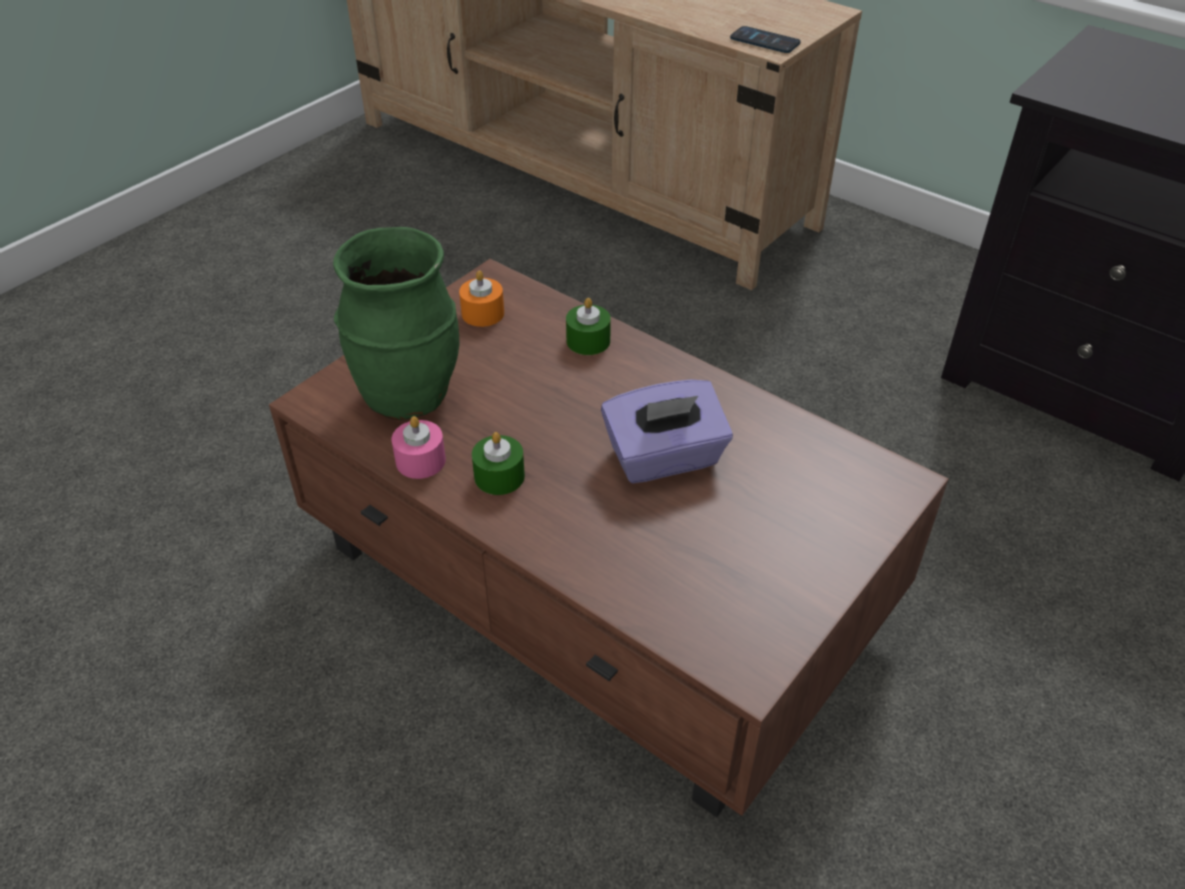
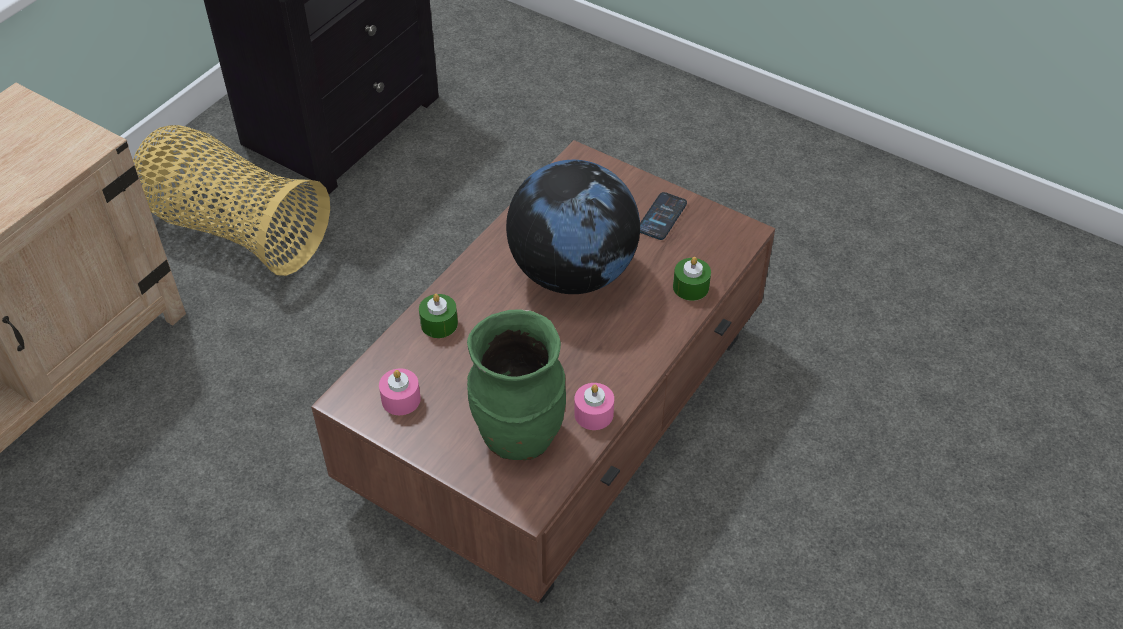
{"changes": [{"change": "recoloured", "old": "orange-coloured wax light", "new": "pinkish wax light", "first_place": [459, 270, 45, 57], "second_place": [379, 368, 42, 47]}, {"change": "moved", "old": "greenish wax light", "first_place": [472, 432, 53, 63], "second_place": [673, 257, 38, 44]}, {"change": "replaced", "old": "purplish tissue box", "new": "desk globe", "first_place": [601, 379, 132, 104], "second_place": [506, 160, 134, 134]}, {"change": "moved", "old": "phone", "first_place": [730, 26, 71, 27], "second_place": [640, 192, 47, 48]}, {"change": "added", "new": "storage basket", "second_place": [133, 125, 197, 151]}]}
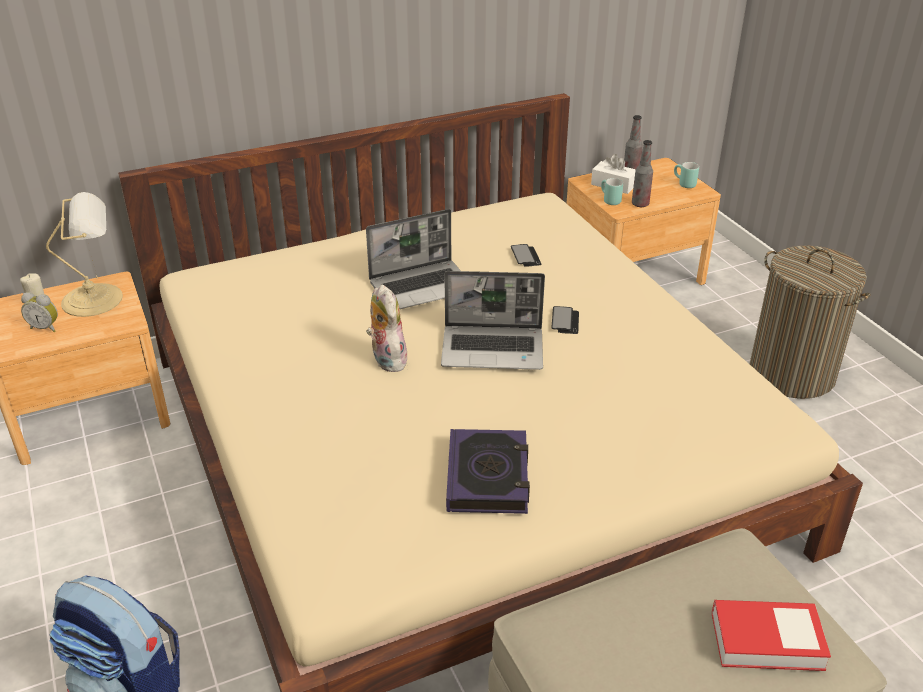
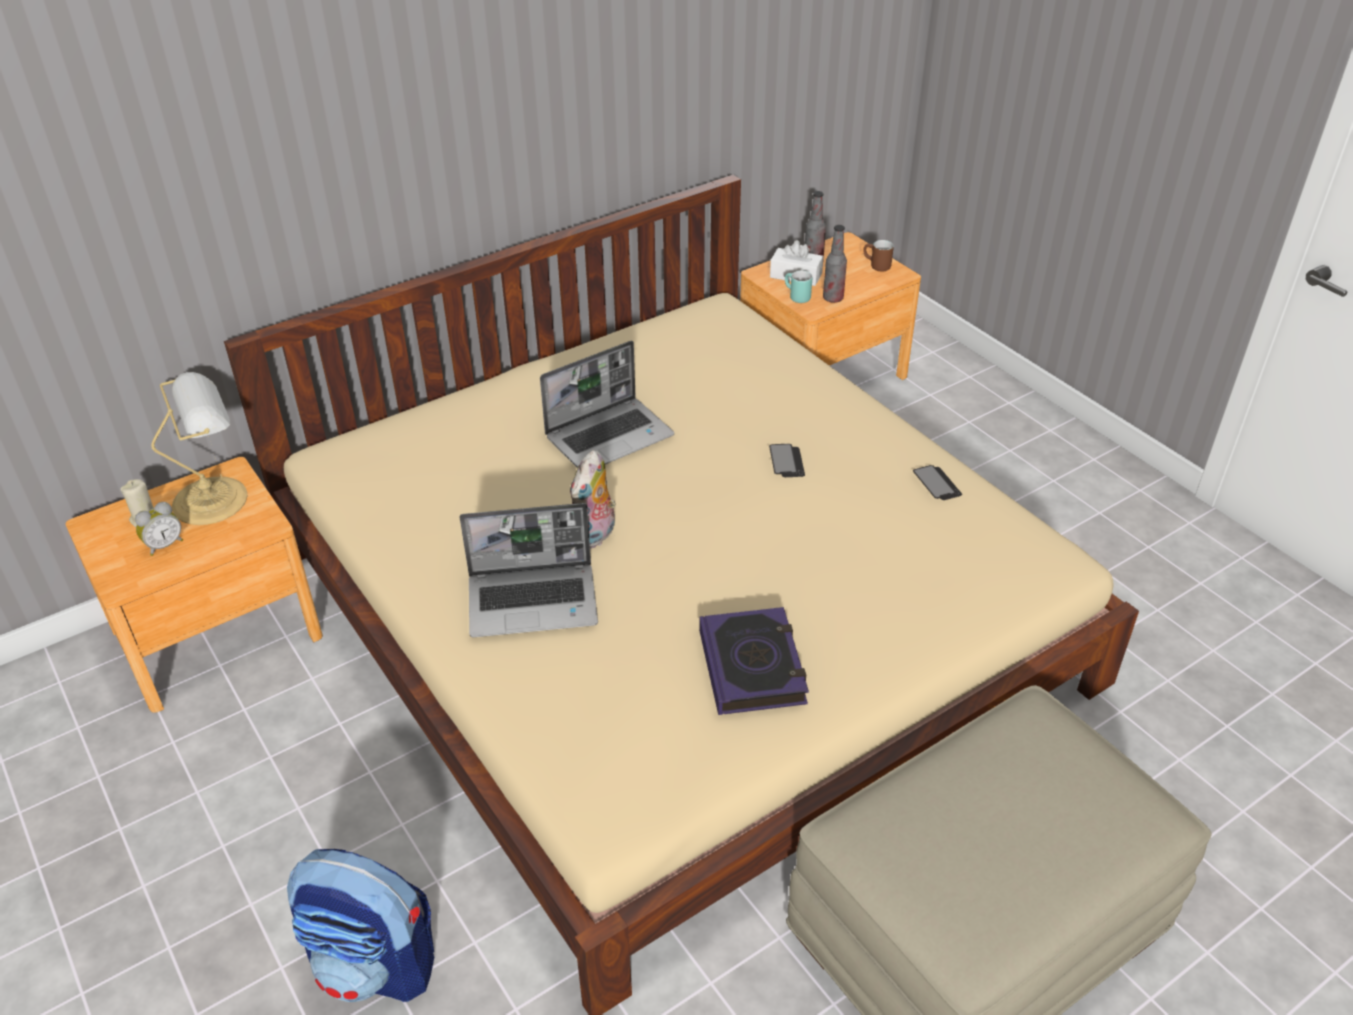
{"changes": [{"change": "turned", "old": "table clock", "first_place": [21, 292, 37, 40], "second_place": [135, 502, 48, 54], "degrees": -45}, {"change": "turned", "old": "plush toy", "first_place": [366, 284, 41, 88], "second_place": [570, 450, 46, 99], "degrees": -120}, {"change": "moved", "old": "portable computer", "first_place": [441, 271, 104, 99], "second_place": [460, 503, 138, 134]}, {"change": "moved", "old": "phone", "first_place": [511, 244, 31, 23], "second_place": [913, 465, 49, 35]}, {"change": "recoloured", "old": "blue-green tea mug", "new": "brown tea mug", "first_place": [674, 162, 25, 26], "second_place": [863, 240, 31, 32]}, {"change": "removed", "old": "book", "first_place": [712, 600, 119, 71]}, {"change": "removed", "old": "washing basket", "first_place": [750, 245, 121, 154]}]}
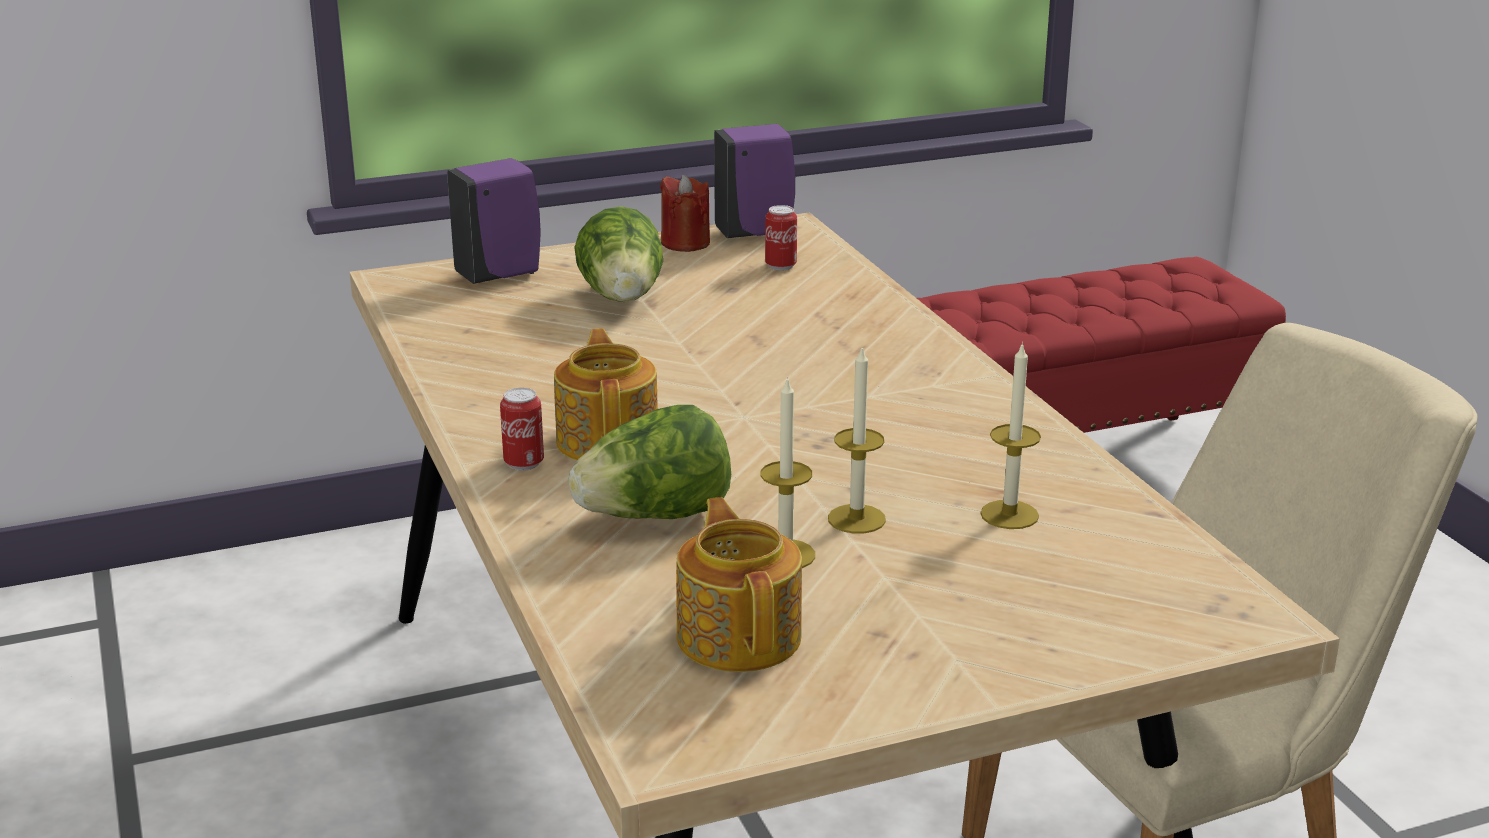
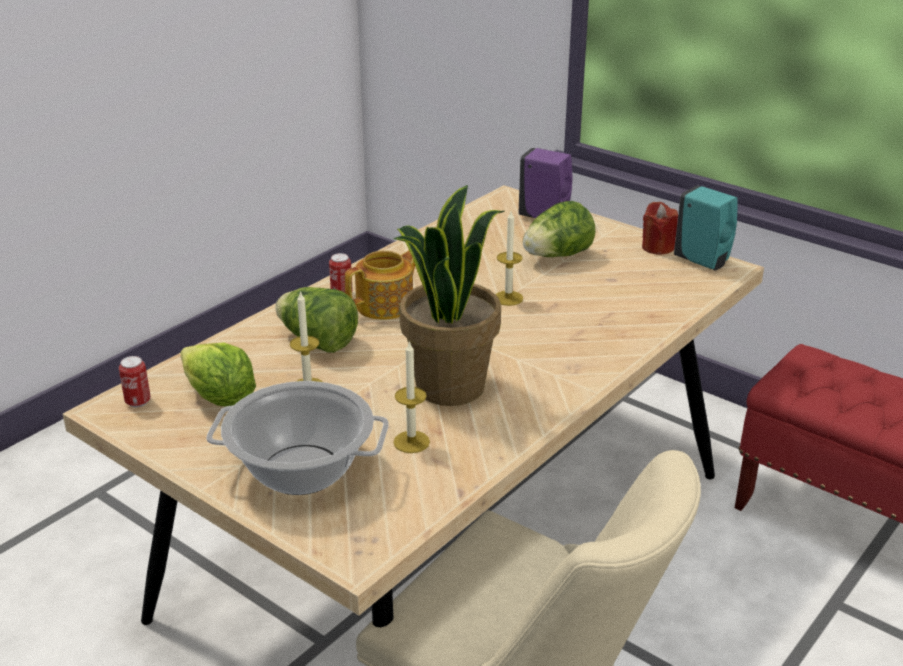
{"changes": [{"change": "replaced", "old": "pot for tea", "new": "lettuce", "first_place": [676, 497, 126, 175], "second_place": [180, 342, 76, 64]}, {"change": "recoloured", "old": "purplish soap dispenser", "new": "blue-green soap dispenser", "first_place": [714, 124, 81, 114], "second_place": [674, 185, 64, 86]}, {"change": "moved", "old": "metal can", "first_place": [765, 205, 32, 66], "second_place": [119, 356, 32, 51]}, {"change": "moved", "old": "wax light", "first_place": [828, 346, 58, 187], "second_place": [495, 211, 28, 95]}, {"change": "added", "new": "cooking pot", "second_place": [206, 381, 183, 114]}, {"change": "added", "new": "houseplant", "second_place": [393, 185, 112, 221]}]}
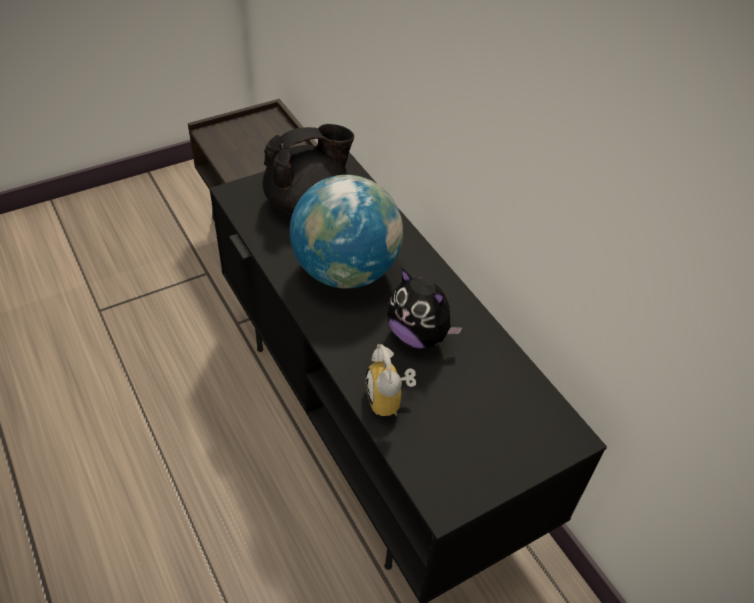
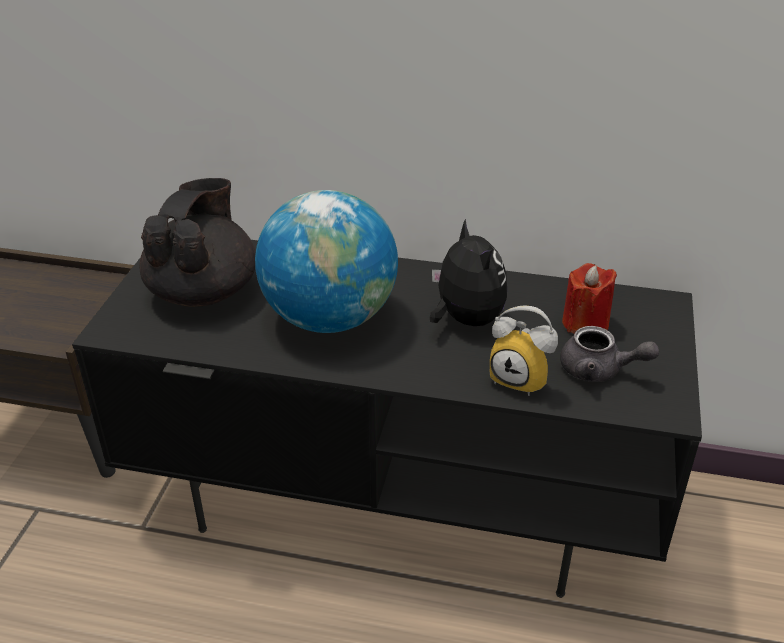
{"changes": [{"change": "turned", "old": "plush toy", "first_place": [387, 268, 76, 81], "second_place": [430, 218, 77, 108], "degrees": -105}, {"change": "added", "new": "grey pot for tea", "second_place": [560, 326, 99, 56]}, {"change": "added", "new": "red wax light", "second_place": [562, 263, 55, 70]}]}
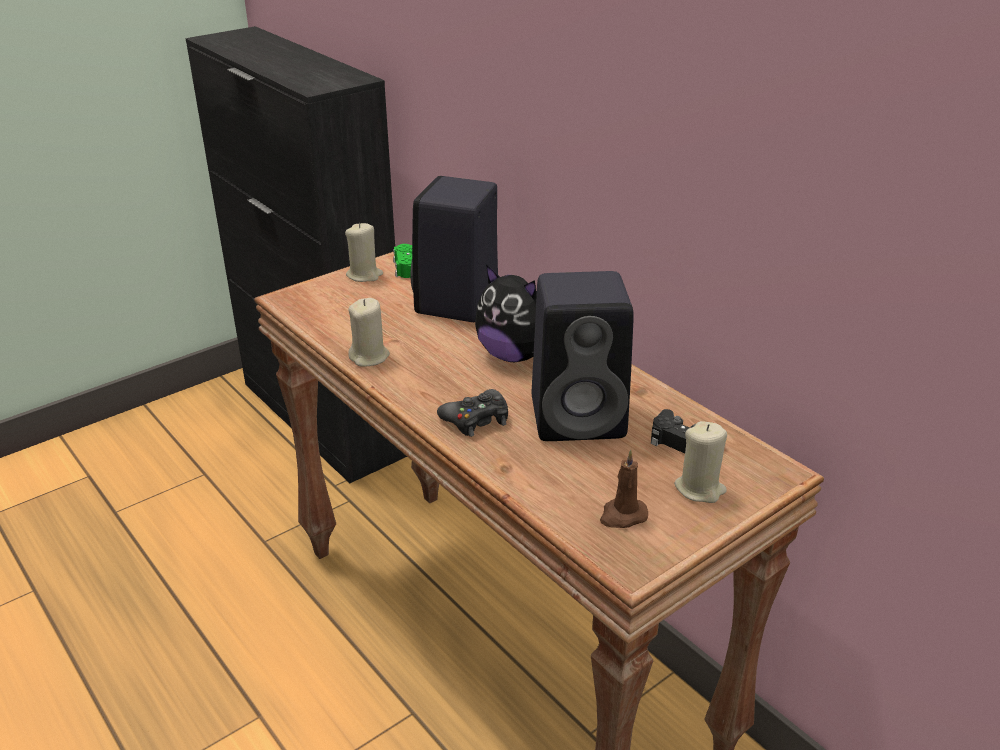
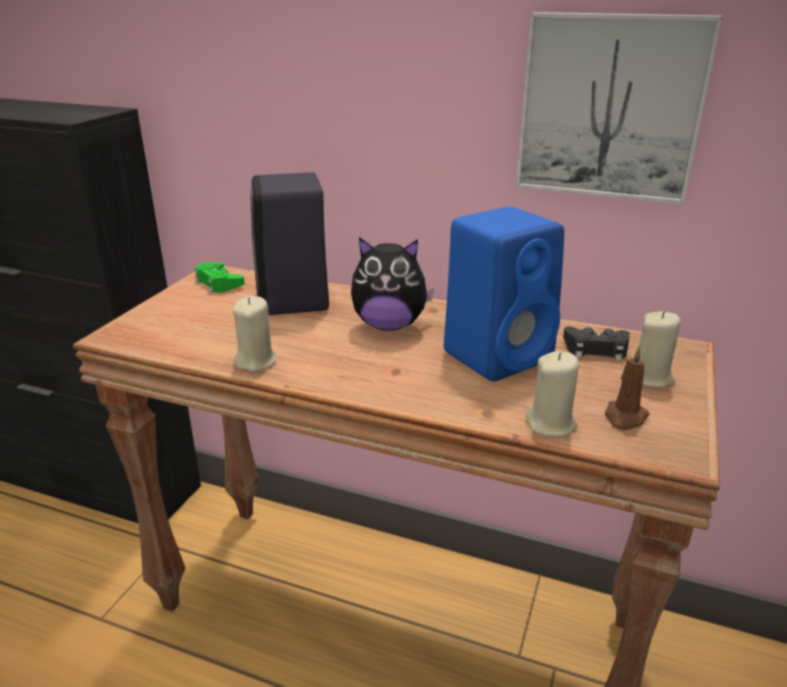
{"changes": [{"change": "moved", "old": "sand-coloured wax light", "first_place": [345, 223, 38, 59], "second_place": [526, 351, 53, 86]}, {"change": "removed", "old": "black gamepad", "first_place": [437, 389, 71, 48]}, {"change": "recoloured", "old": "black speaker", "new": "bluish speaker", "first_place": [532, 271, 102, 170], "second_place": [444, 206, 120, 176]}, {"change": "added", "new": "wall art", "second_place": [516, 12, 206, 192]}]}
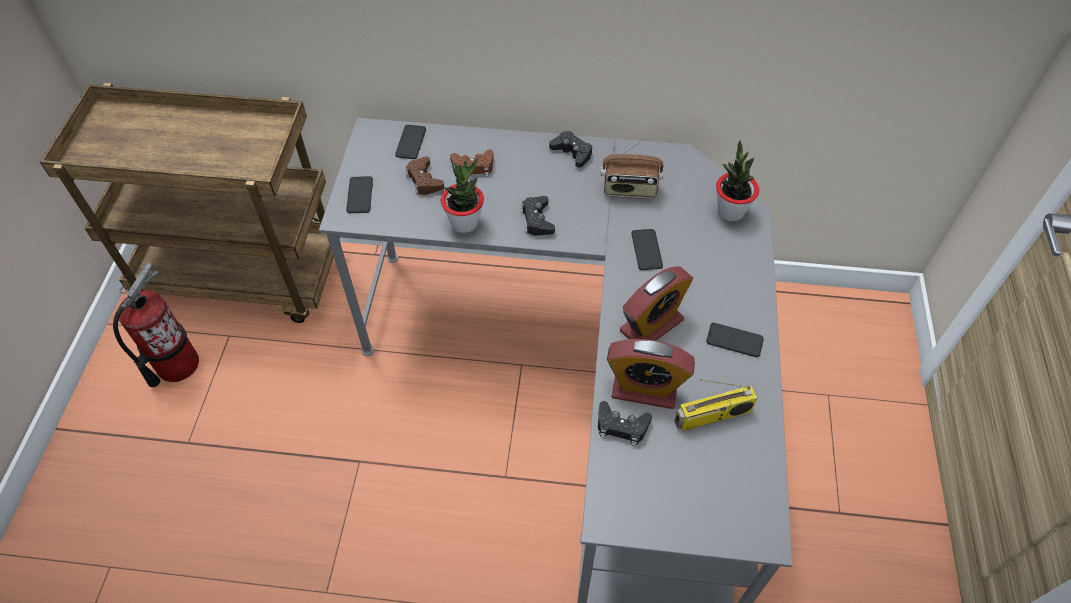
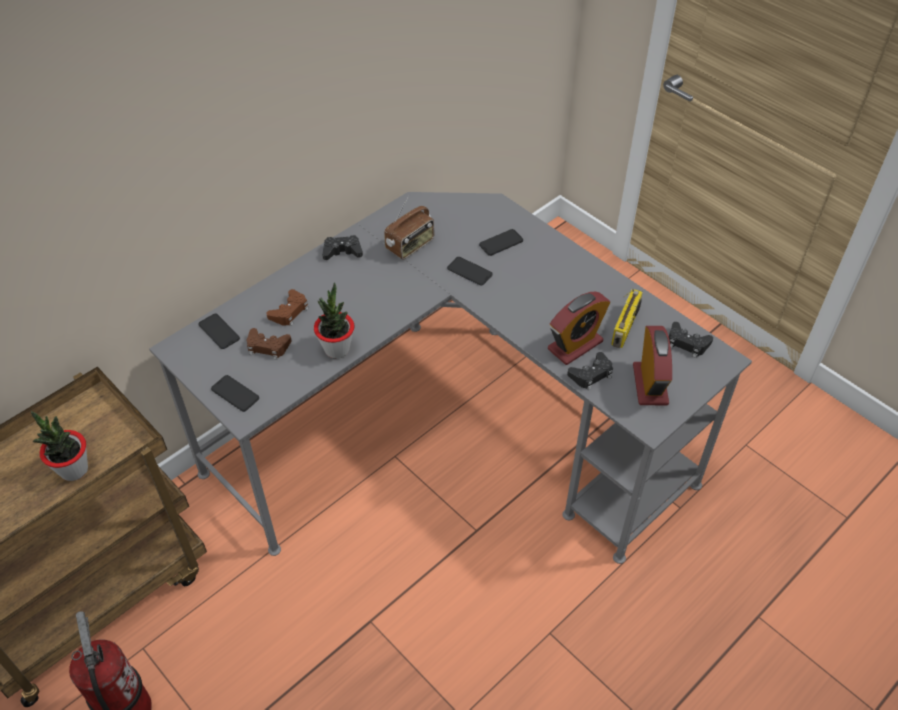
{"changes": [{"change": "moved", "old": "black gamepad", "first_place": [521, 196, 34, 40], "second_place": [669, 322, 44, 36]}, {"change": "moved", "old": "table clock", "first_place": [620, 266, 73, 75], "second_place": [633, 326, 39, 79]}, {"change": "moved", "old": "phone", "first_place": [706, 323, 58, 34], "second_place": [479, 229, 44, 27]}, {"change": "moved", "old": "houseplant", "first_place": [716, 140, 43, 81], "second_place": [31, 411, 57, 70]}]}
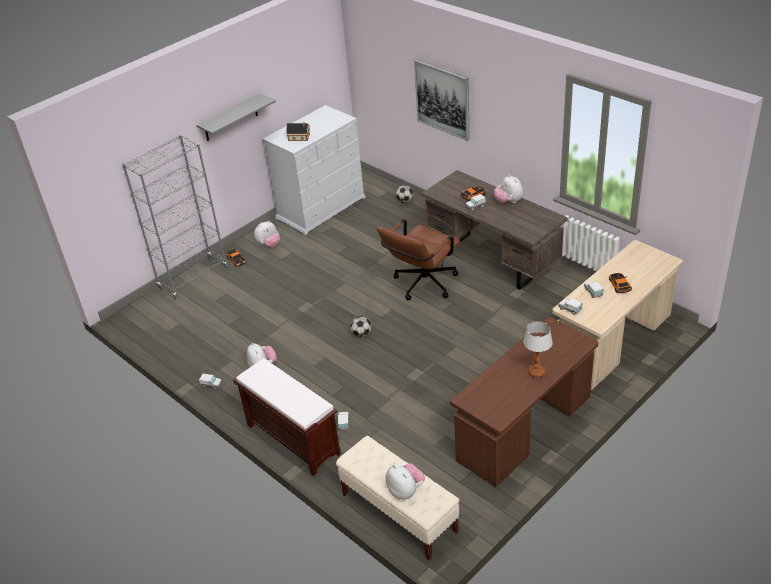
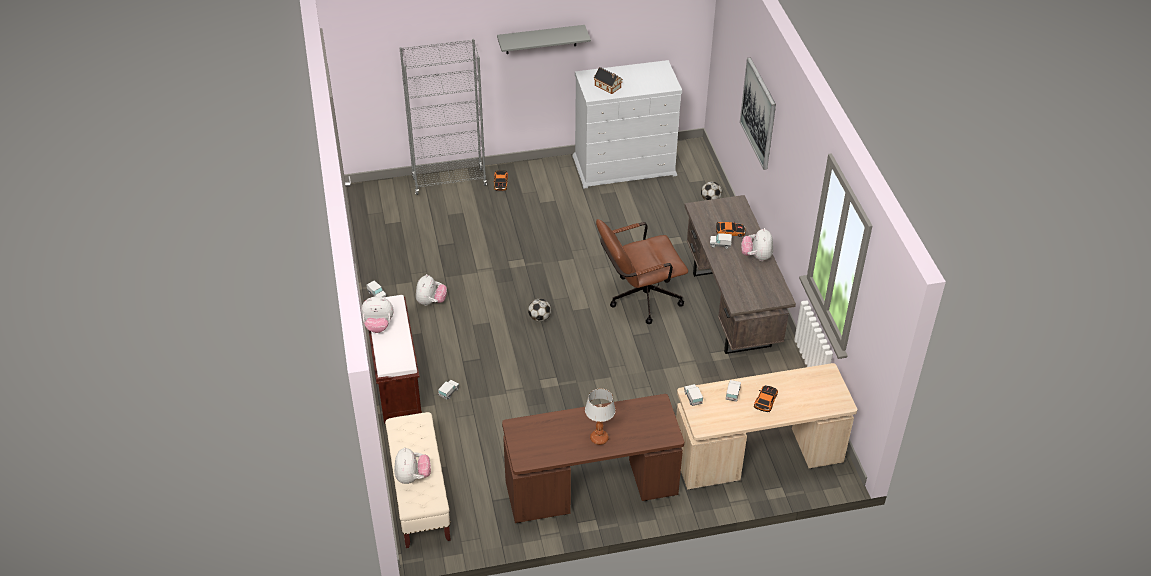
{"changes": [{"change": "moved", "old": "plush toy", "first_place": [254, 221, 26, 27], "second_place": [361, 296, 32, 37]}]}
